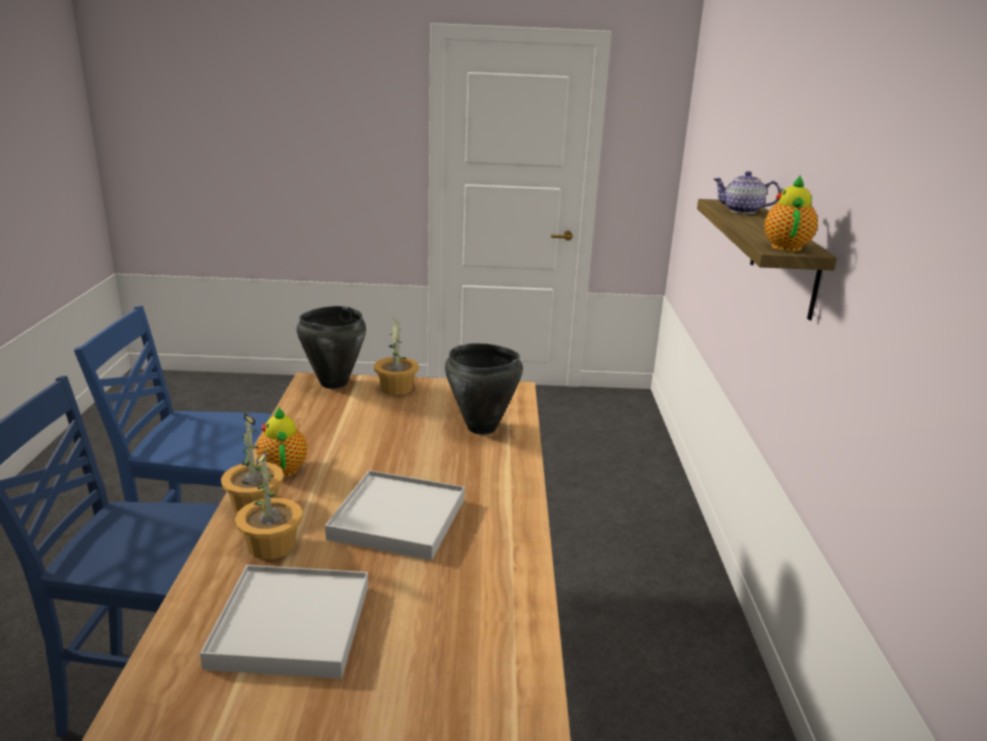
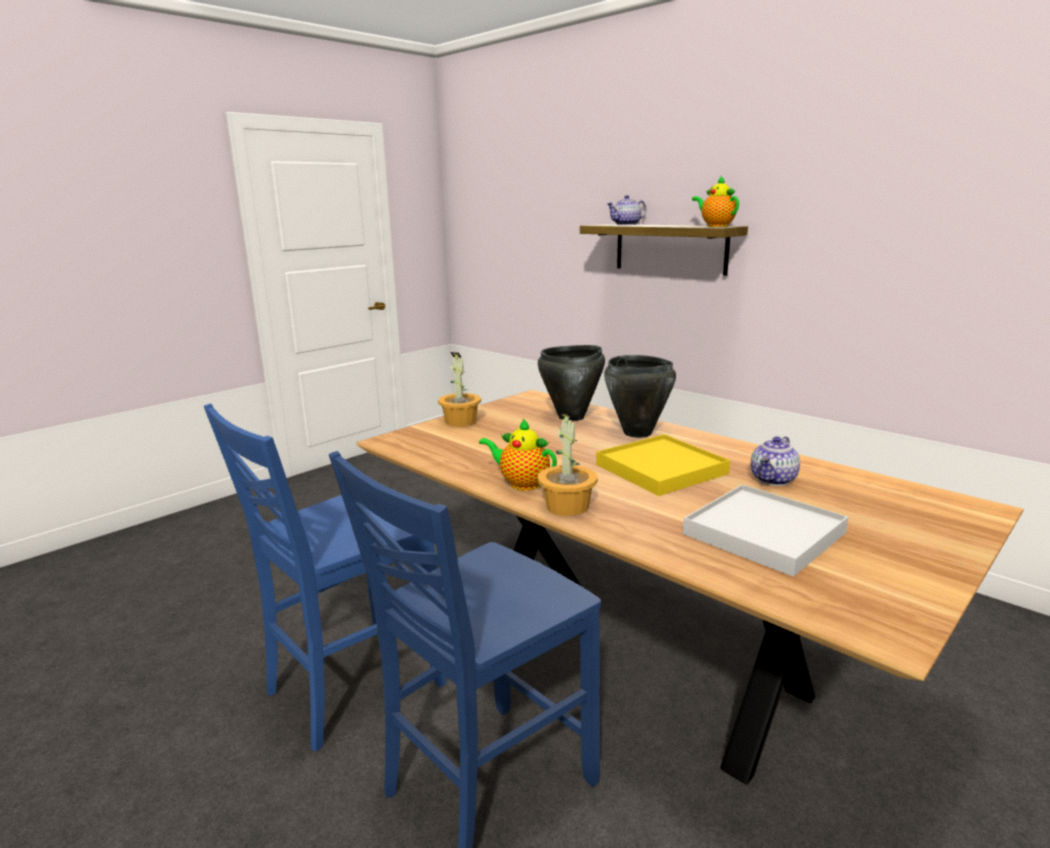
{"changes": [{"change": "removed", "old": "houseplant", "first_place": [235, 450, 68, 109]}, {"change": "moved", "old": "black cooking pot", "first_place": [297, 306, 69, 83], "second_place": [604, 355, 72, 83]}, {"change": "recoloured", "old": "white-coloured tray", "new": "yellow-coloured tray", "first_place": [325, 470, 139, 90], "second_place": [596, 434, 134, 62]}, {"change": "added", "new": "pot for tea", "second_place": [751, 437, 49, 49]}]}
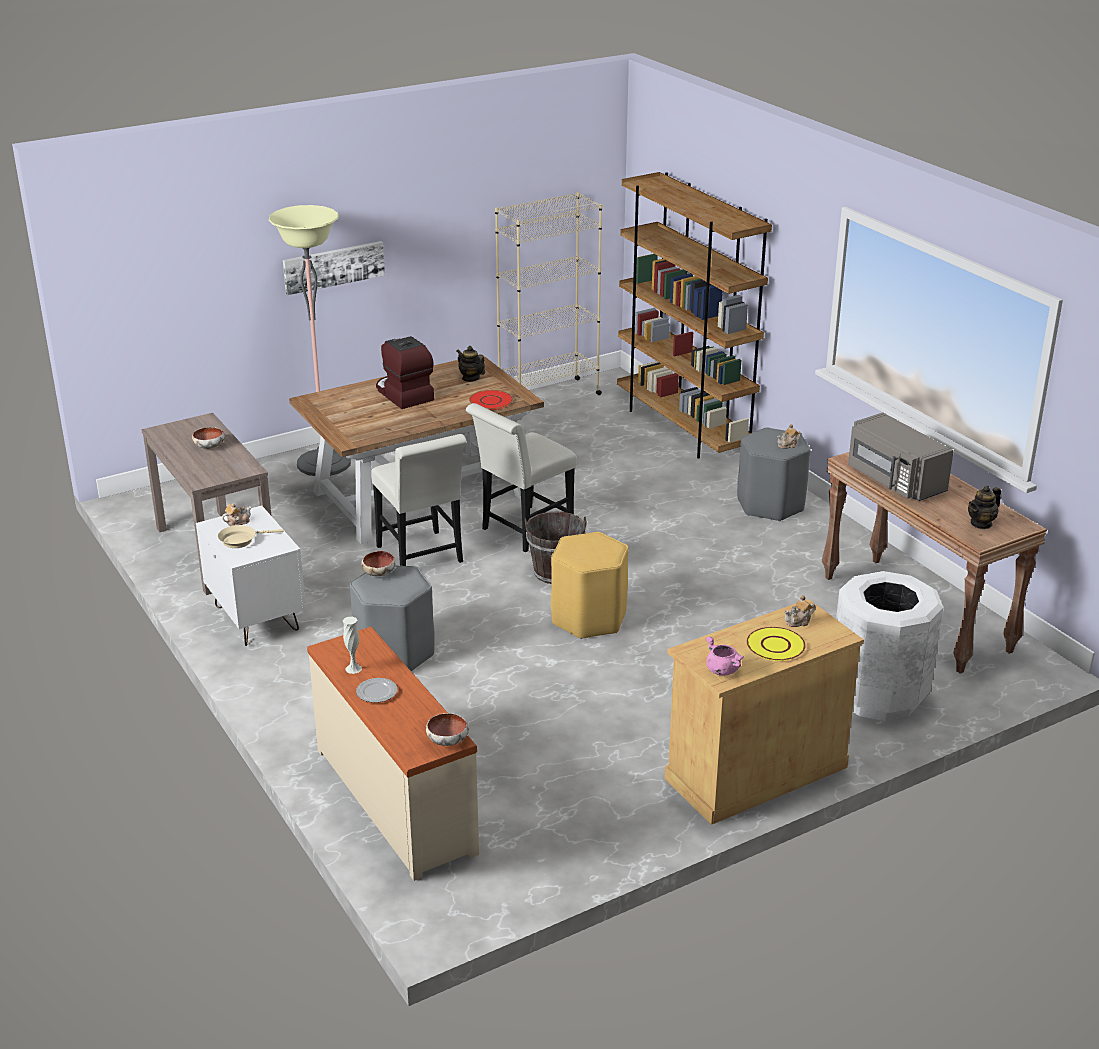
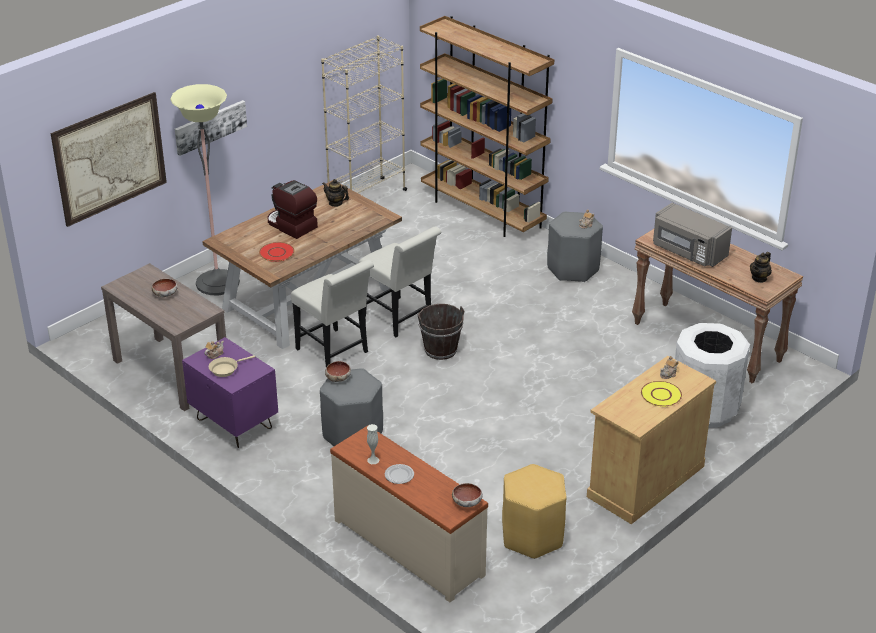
{"changes": [{"change": "recoloured", "old": "white-coloured nightstand", "new": "purplish nightstand", "first_place": [196, 506, 110, 140], "second_place": [182, 337, 96, 111]}, {"change": "turned", "old": "white-coloured plain chair", "first_place": [466, 403, 111, 149], "second_place": [358, 227, 83, 110], "degrees": -75}, {"change": "moved", "old": "red plate", "first_place": [469, 390, 44, 20], "second_place": [259, 242, 35, 20]}, {"change": "moved", "old": "yellow-coloured stool", "first_place": [551, 532, 78, 107], "second_place": [502, 464, 65, 95]}, {"change": "removed", "old": "pinkish cooking pot", "first_place": [705, 637, 39, 39]}, {"change": "added", "new": "wall art", "second_place": [50, 92, 117, 135]}]}
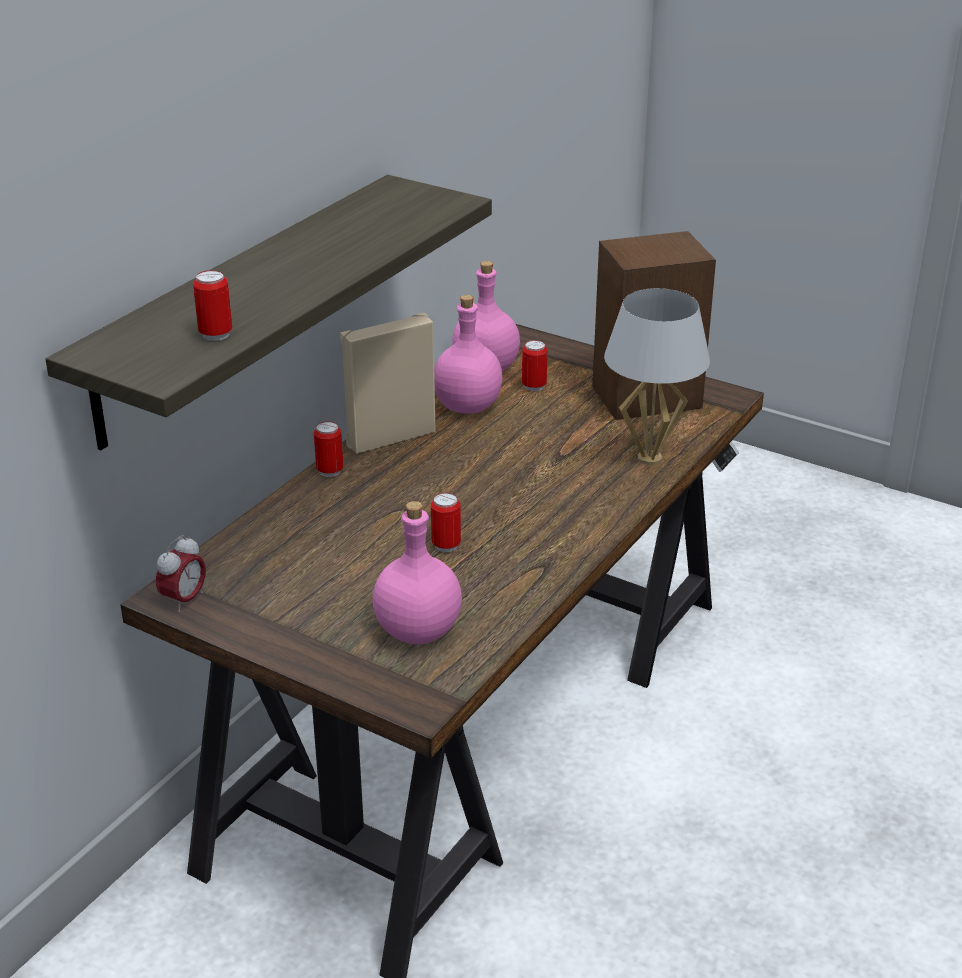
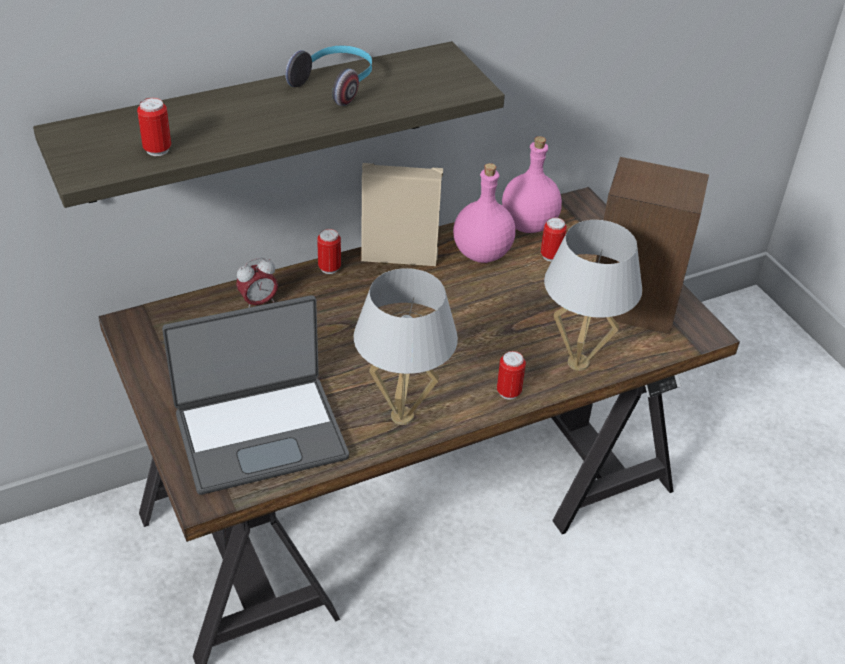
{"changes": [{"change": "moved", "old": "table clock", "first_place": [156, 535, 50, 78], "second_place": [236, 257, 42, 51]}, {"change": "replaced", "old": "pinkish drink bottle", "new": "portable computer", "first_place": [373, 501, 89, 143], "second_place": [162, 295, 187, 200]}, {"change": "moved", "old": "metal can", "first_place": [431, 493, 30, 59], "second_place": [497, 351, 29, 49]}, {"change": "added", "new": "headphones", "second_place": [285, 46, 87, 60]}, {"change": "added", "new": "white-coloured lamp for a table", "second_place": [354, 268, 104, 157]}]}
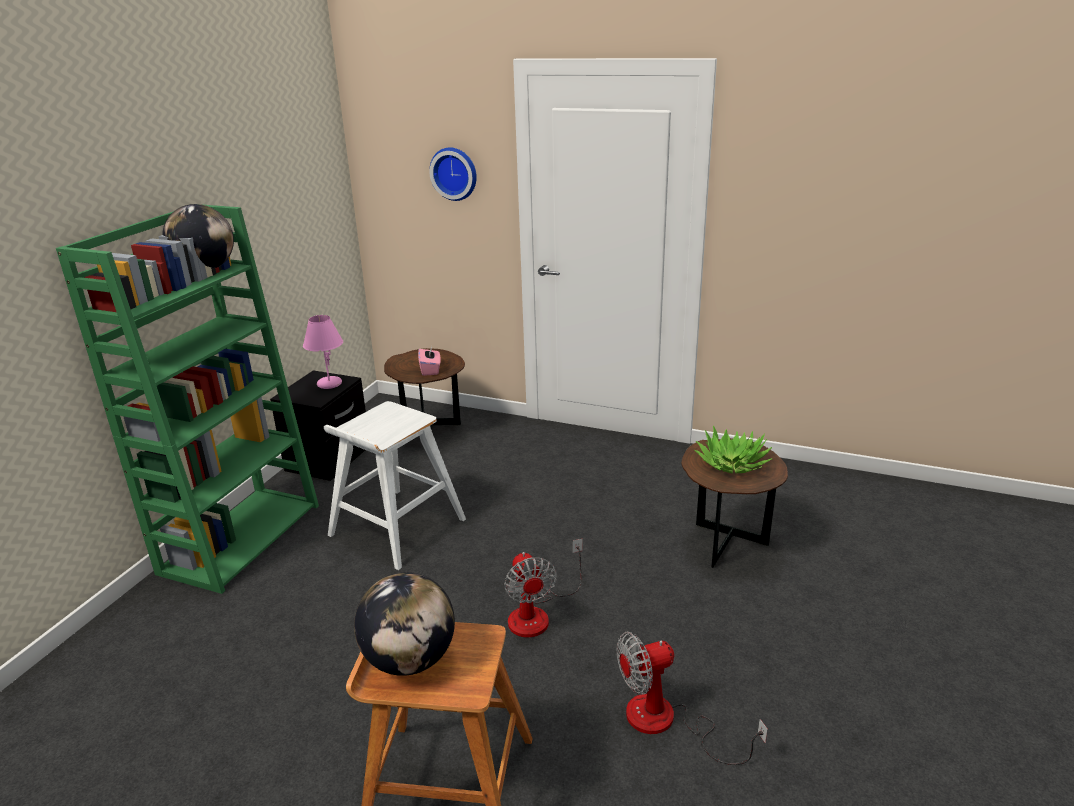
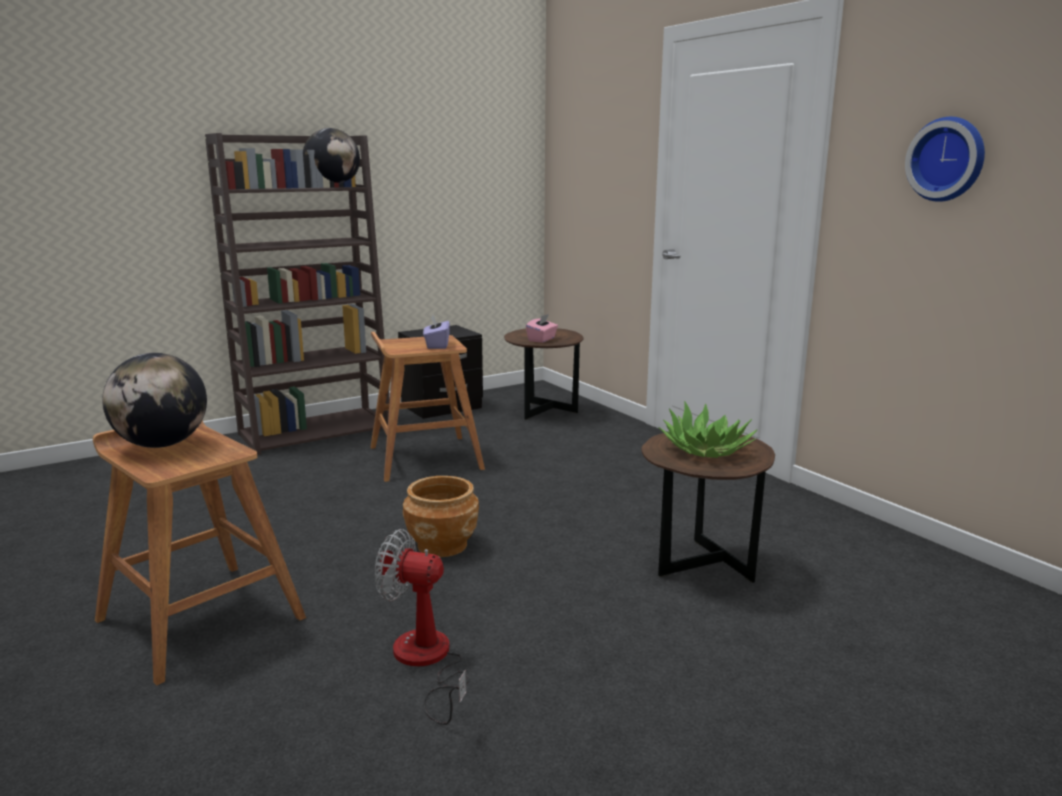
{"changes": [{"change": "recoloured", "old": "greenish shelving unit", "new": "brown shelving unit", "first_place": [56, 204, 263, 390], "second_place": [205, 133, 185, 322]}, {"change": "removed", "old": "pinkish lamp for a table", "first_place": [303, 315, 40, 74]}, {"change": "recoloured", "old": "white-coloured stool", "new": "brown stool", "first_place": [324, 401, 142, 169], "second_place": [371, 332, 114, 150]}, {"change": "moved", "old": "wall clock", "first_place": [429, 147, 48, 54], "second_place": [905, 117, 80, 85]}, {"change": "replaced", "old": "cooling fan", "new": "brown flower pot", "first_place": [504, 539, 78, 99], "second_place": [403, 476, 76, 81]}, {"change": "added", "new": "purplish tissue box", "second_place": [423, 315, 27, 34]}]}
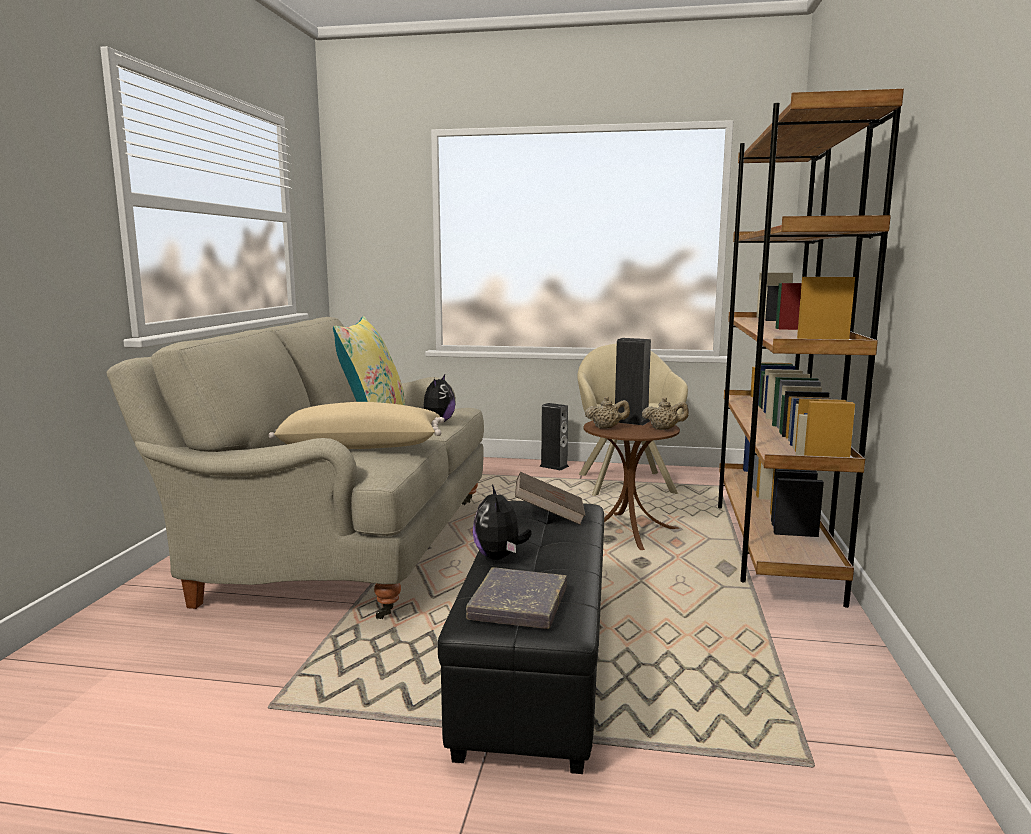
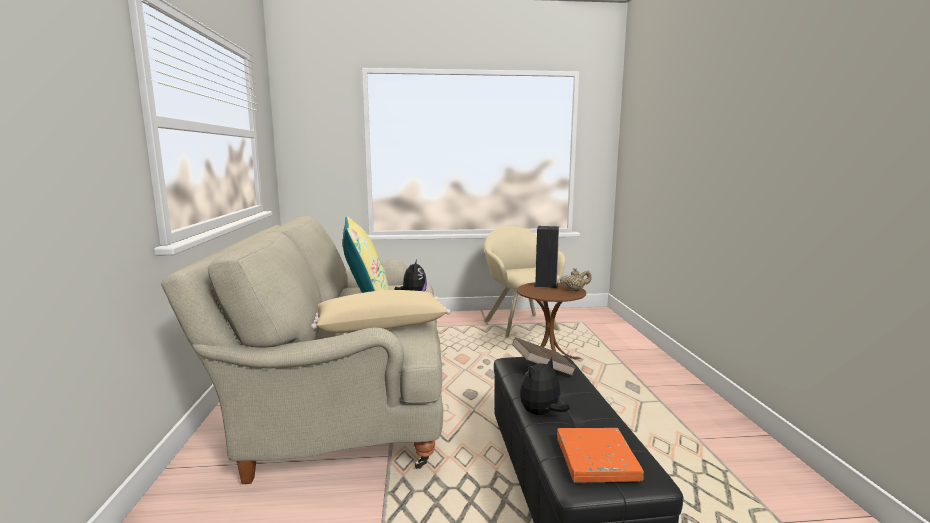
{"changes": [{"change": "recoloured", "old": "grey book", "new": "orange-coloured book", "first_place": [466, 568, 101, 61], "second_place": [557, 428, 87, 55]}, {"change": "turned", "old": "plush toy", "first_place": [473, 485, 59, 75], "second_place": [520, 357, 50, 58], "degrees": 75}, {"change": "removed", "old": "speaker", "first_place": [539, 403, 30, 68]}, {"change": "removed", "old": "sand-coloured pot for tea", "first_place": [585, 396, 45, 33]}, {"change": "removed", "old": "brown shelving unit", "first_place": [718, 89, 186, 519]}]}
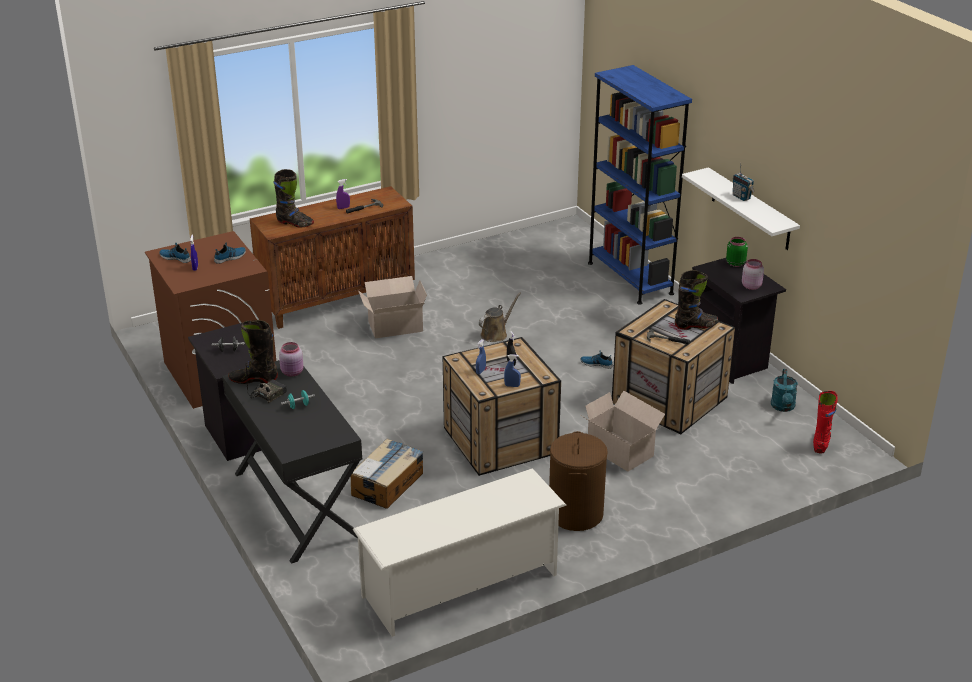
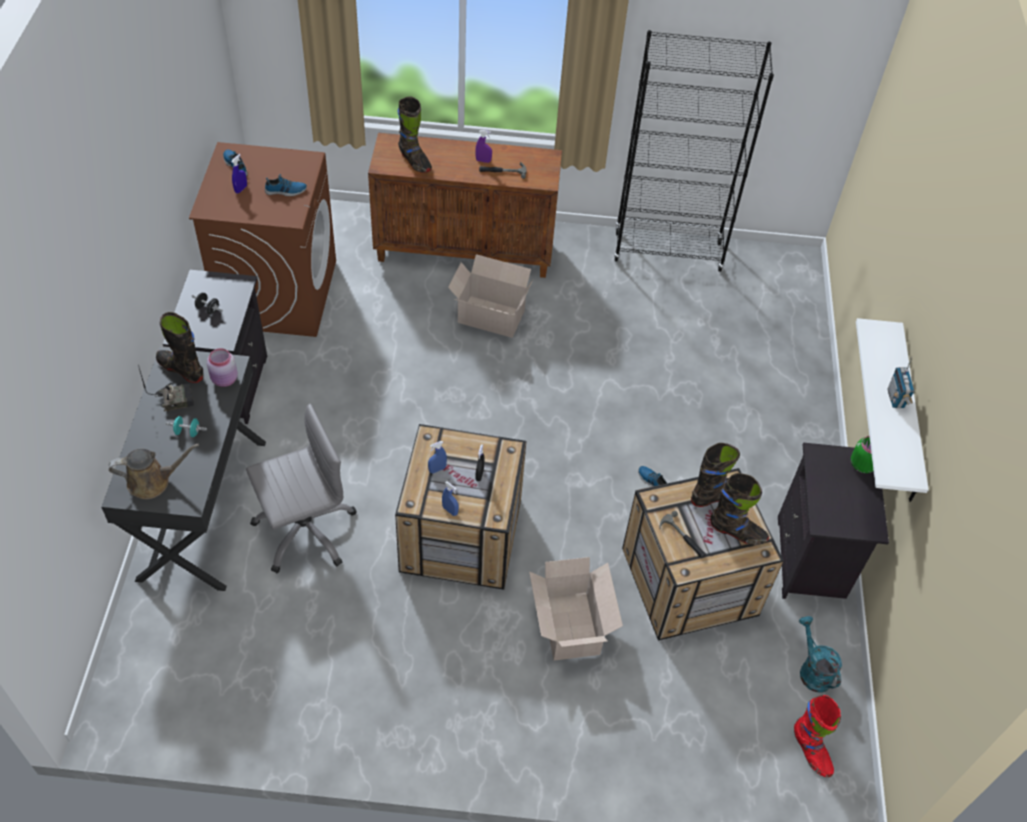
{"changes": [{"change": "replaced", "old": "cardboard box", "new": "grey office chair", "first_place": [351, 439, 72, 70], "second_place": [246, 404, 111, 169]}, {"change": "removed", "old": "white-coloured shoe stand", "first_place": [352, 469, 215, 168]}, {"change": "moved", "old": "brown watering can", "first_place": [479, 293, 42, 49], "second_place": [109, 443, 90, 56]}, {"change": "removed", "old": "brown washing basket", "first_place": [549, 431, 59, 100]}, {"change": "removed", "old": "bluish shelving unit", "first_place": [588, 65, 104, 240]}, {"change": "removed", "old": "pinkish storage jar", "first_place": [742, 259, 22, 31]}, {"change": "turned", "old": "blue-green watering can", "first_place": [771, 369, 27, 43], "second_place": [799, 616, 43, 77], "degrees": 120}, {"change": "turned", "old": "red tall boot", "first_place": [813, 391, 25, 63], "second_place": [794, 695, 47, 82], "degrees": 105}, {"change": "added", "new": "black shelving unit", "second_place": [613, 30, 161, 242]}, {"change": "added", "new": "black tall boot", "second_place": [691, 443, 49, 64]}]}
